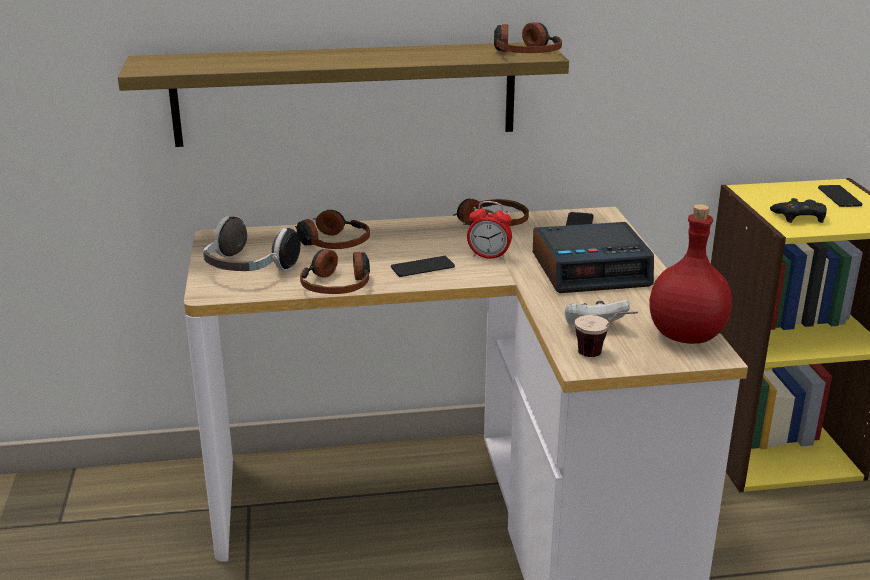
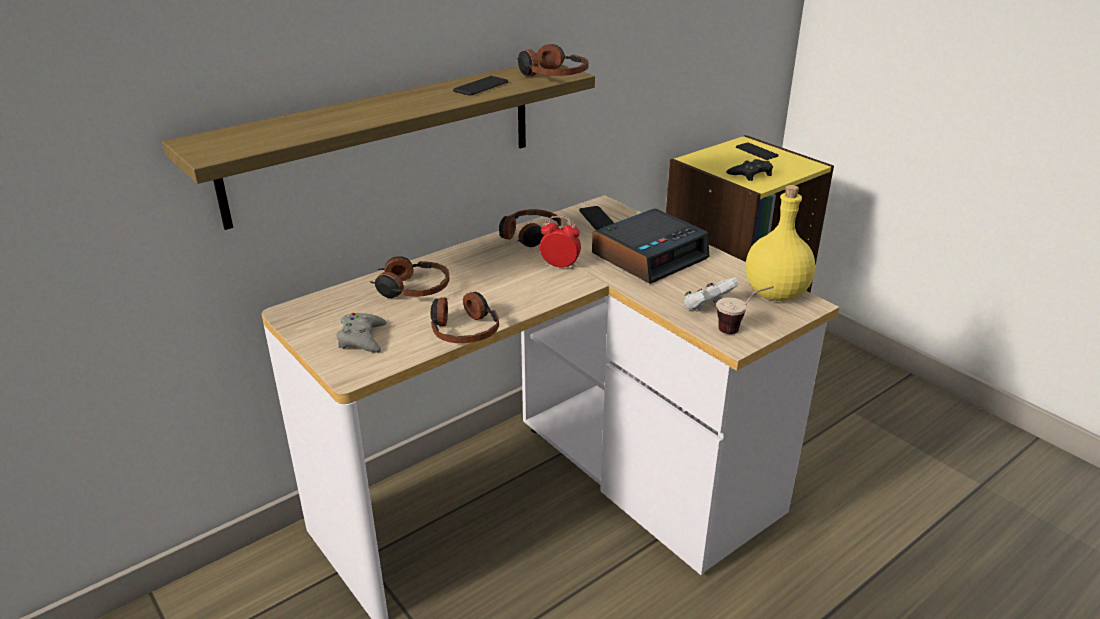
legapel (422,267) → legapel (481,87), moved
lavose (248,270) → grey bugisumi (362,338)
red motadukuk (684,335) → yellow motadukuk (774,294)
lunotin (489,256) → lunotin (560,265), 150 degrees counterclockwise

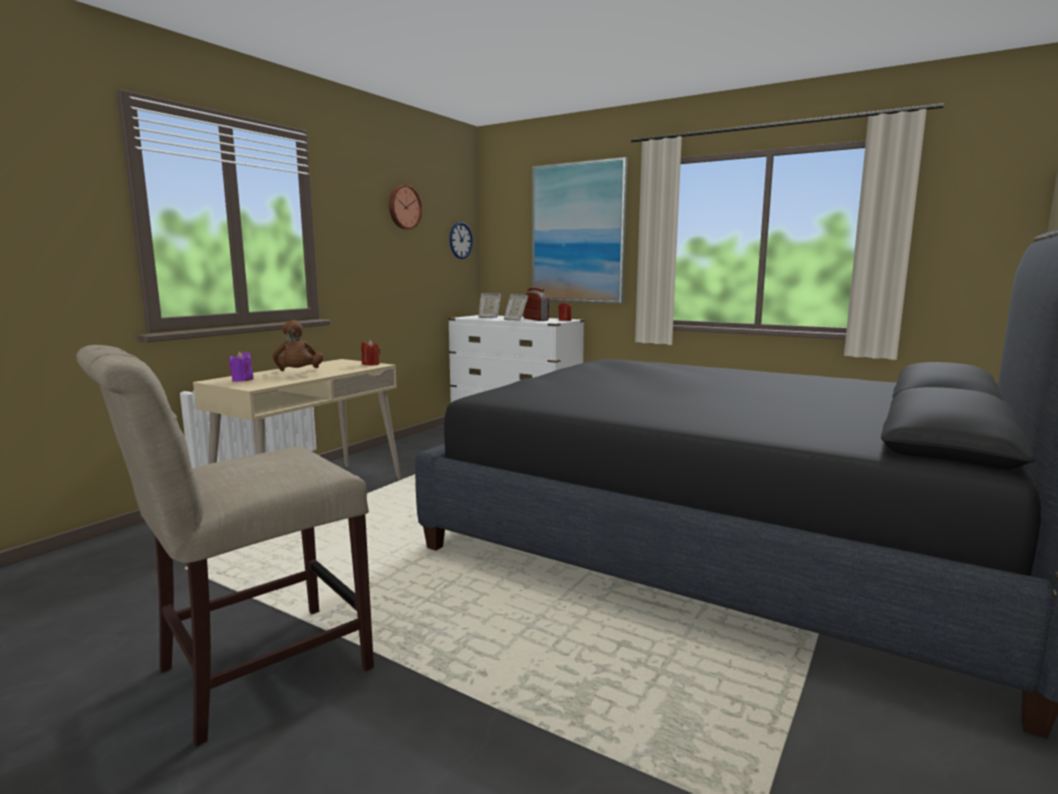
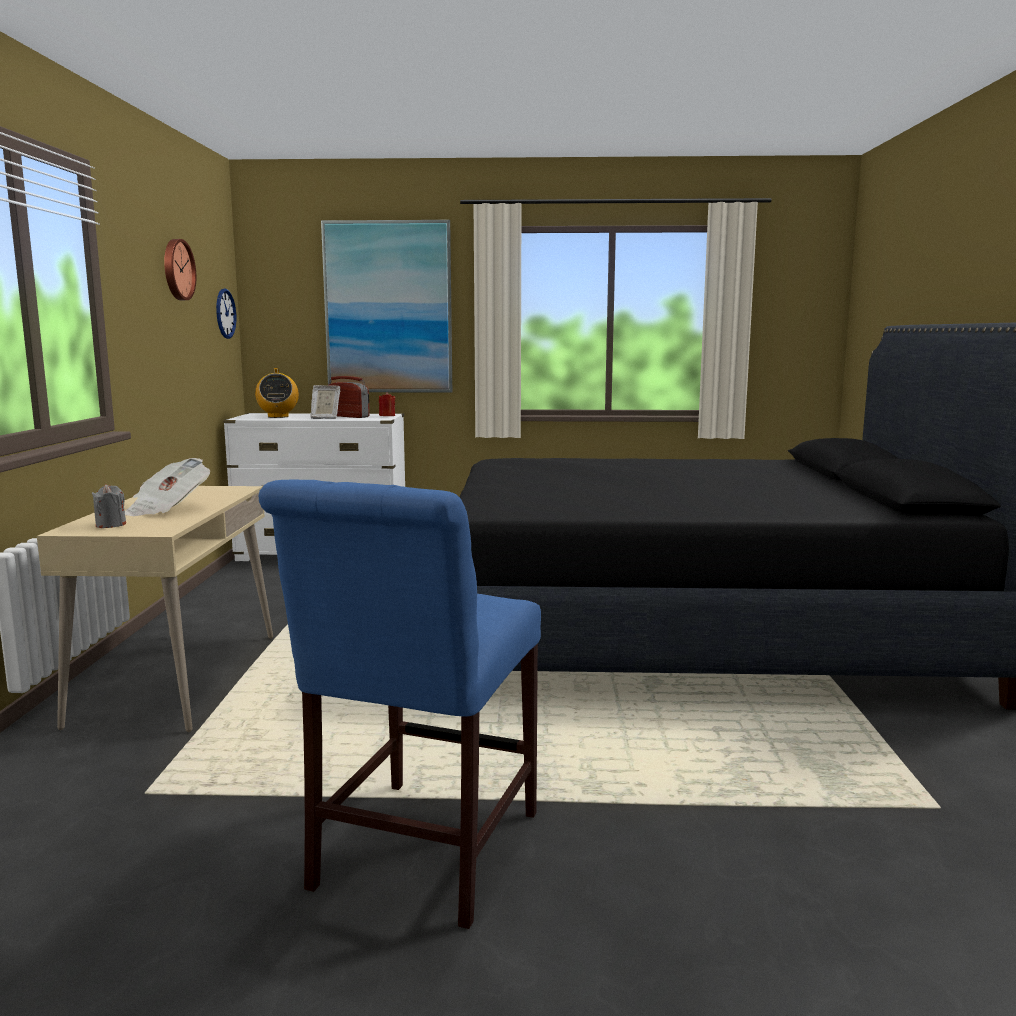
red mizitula (371,364) → -
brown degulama (299,374) → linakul (168,509)
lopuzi (489,317) → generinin (278,416)
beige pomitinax (252,672) → blue pomitinax (419,856)
purple mizitula (242,380) → grey mizitula (111,525)

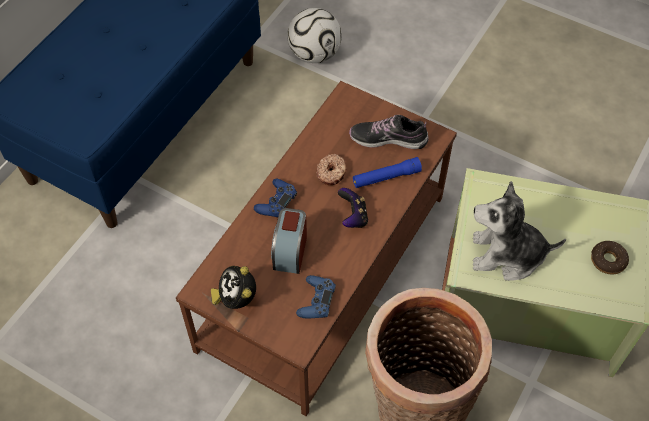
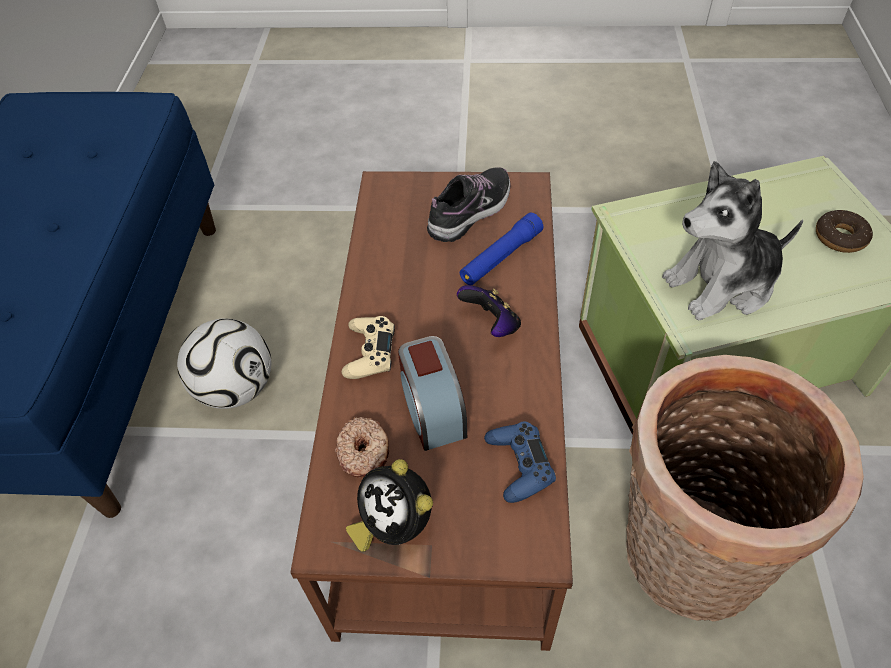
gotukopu (314,54) → gotukopu (236,388), moved
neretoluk (332,173) → neretoluk (364,452), moved
blue bugisumi (276,202) → beige bugisumi (370,353)
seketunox (388,139) → seketunox (471,212), 150 degrees clockwise

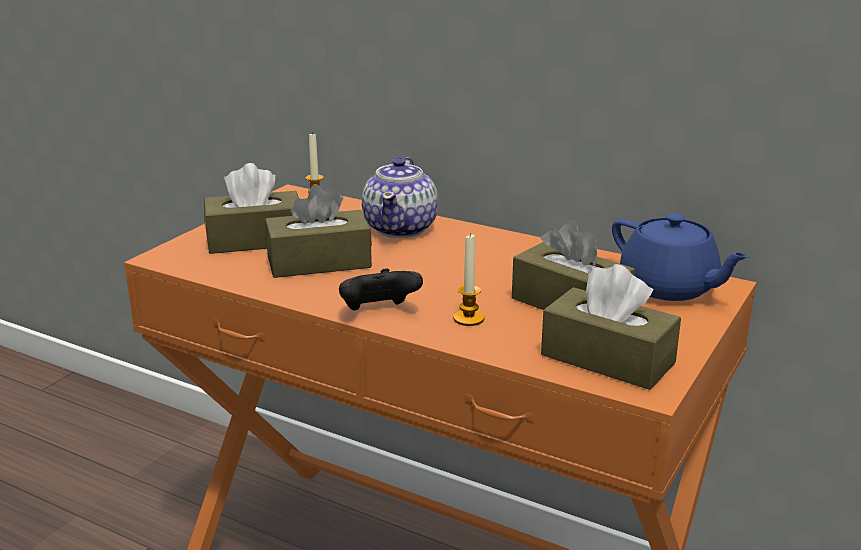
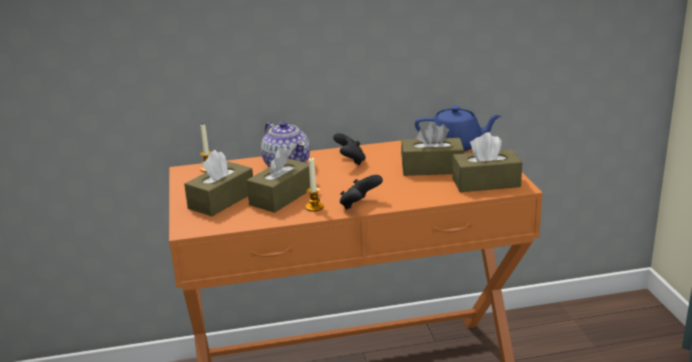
- → black bugisumi (350,161)
mizitula (468,319) → mizitula (314,207), moved

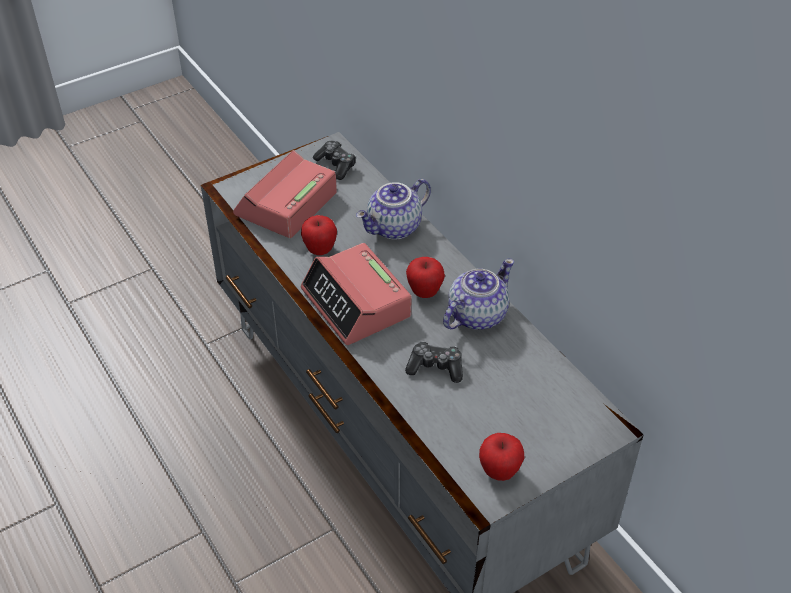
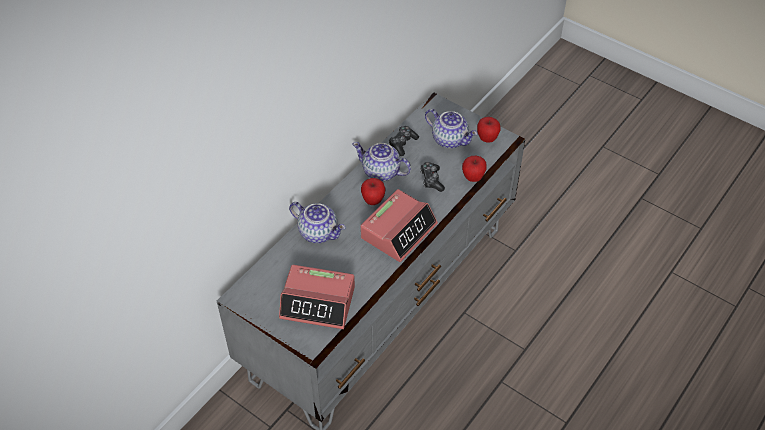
- → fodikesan (450,139)
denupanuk (320,250) → denupanuk (473,178), moved
bugisumi (336,165) → bugisumi (402,143), moved

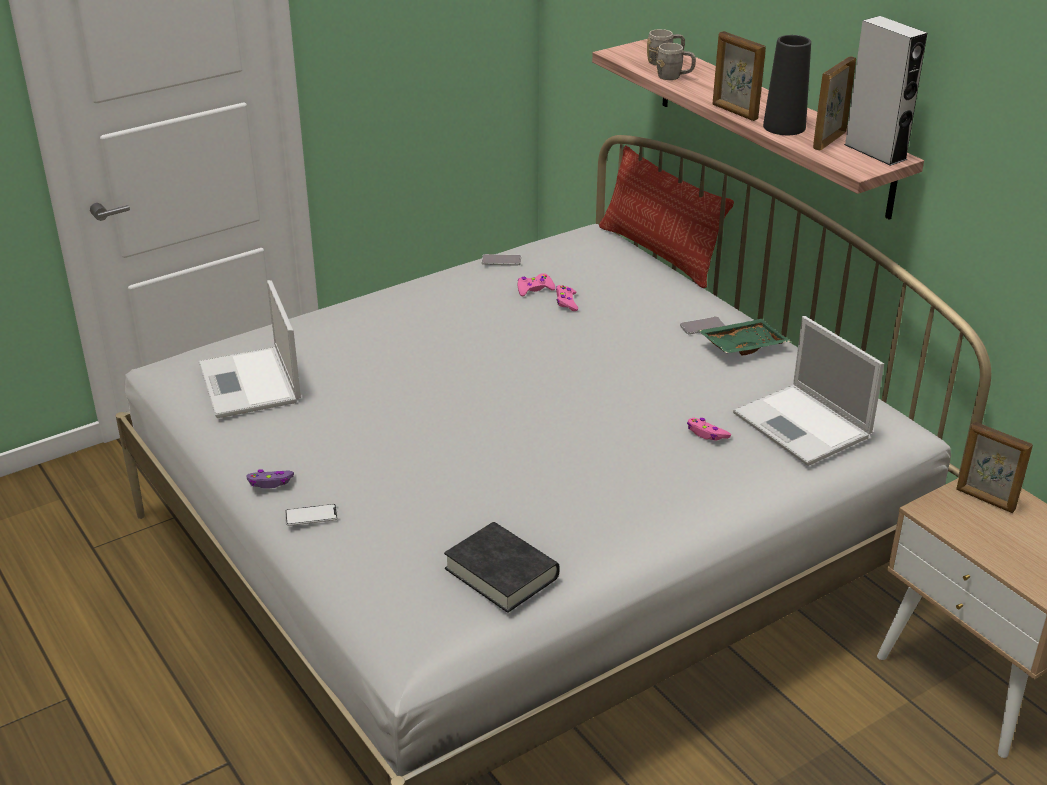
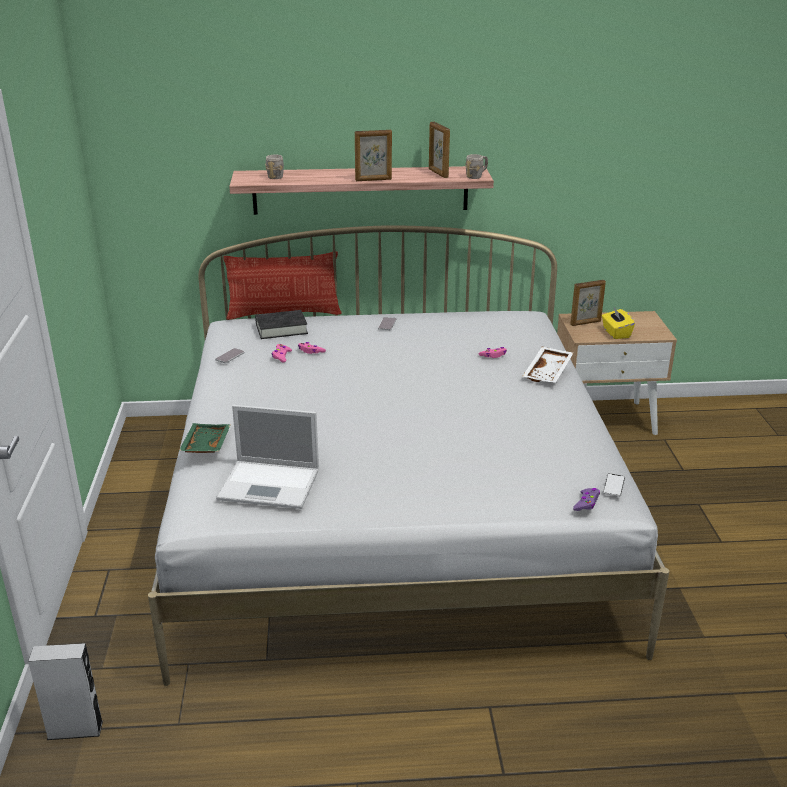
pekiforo (803,426) → -
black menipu (784,127) → -
- → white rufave (548,372)
- → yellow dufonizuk (616,333)
purple bugisumi (270,483) → purple bugisumi (586,503), moved
legapel (311,516) → legapel (613,485), moved
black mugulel (501,573) → black mugulel (281,329), moved
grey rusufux (674,77) → grey rusufux (476,176), moved
green rufave (742,345) → green rufave (205,445), moved
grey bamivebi (875,152) → grey bamivebi (75,730), moved

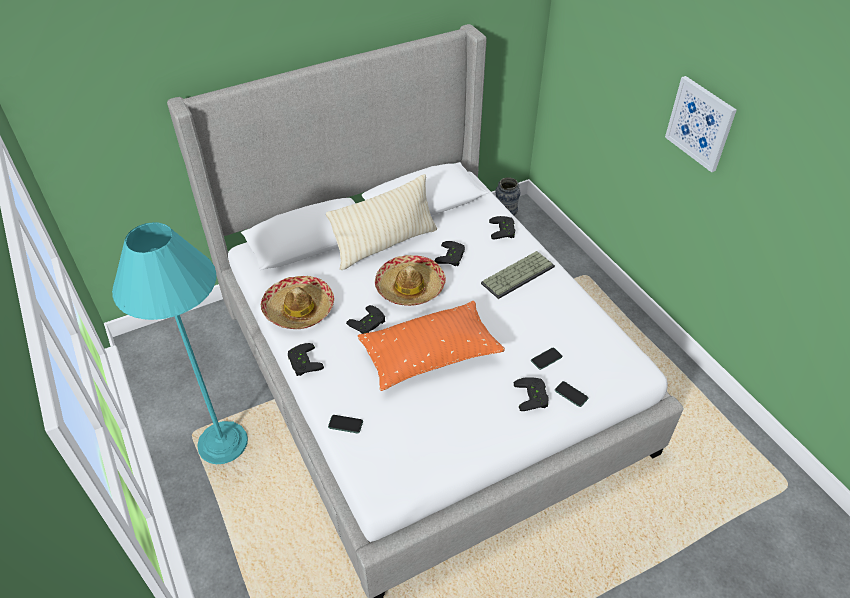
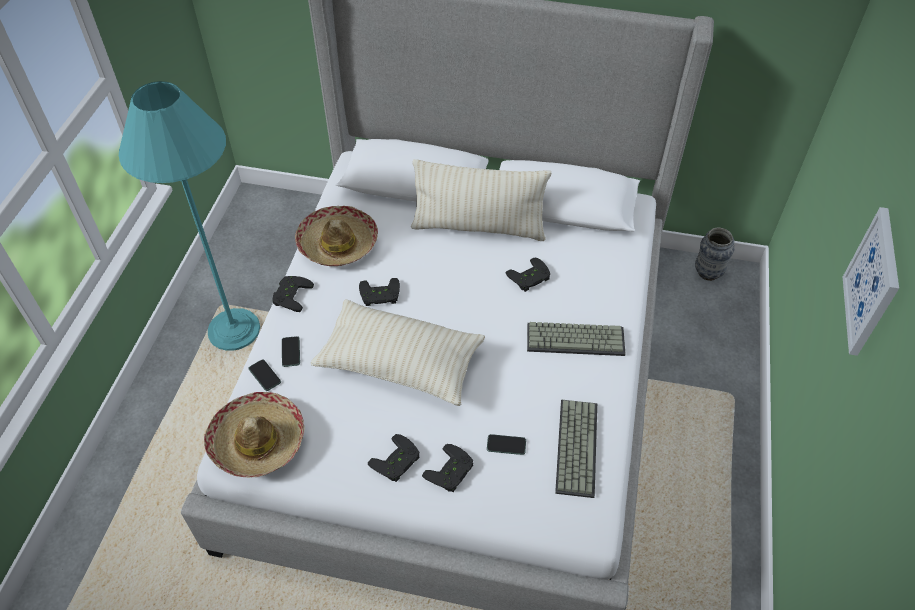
- → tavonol (575,446)
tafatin (410,287) → tafatin (258,441), moved
black bugisumi (504,230) → black bugisumi (397,462), moved
legapel (571,394) → legapel (291,352), moved
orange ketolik (430,355) → beige ketolik (400,363)

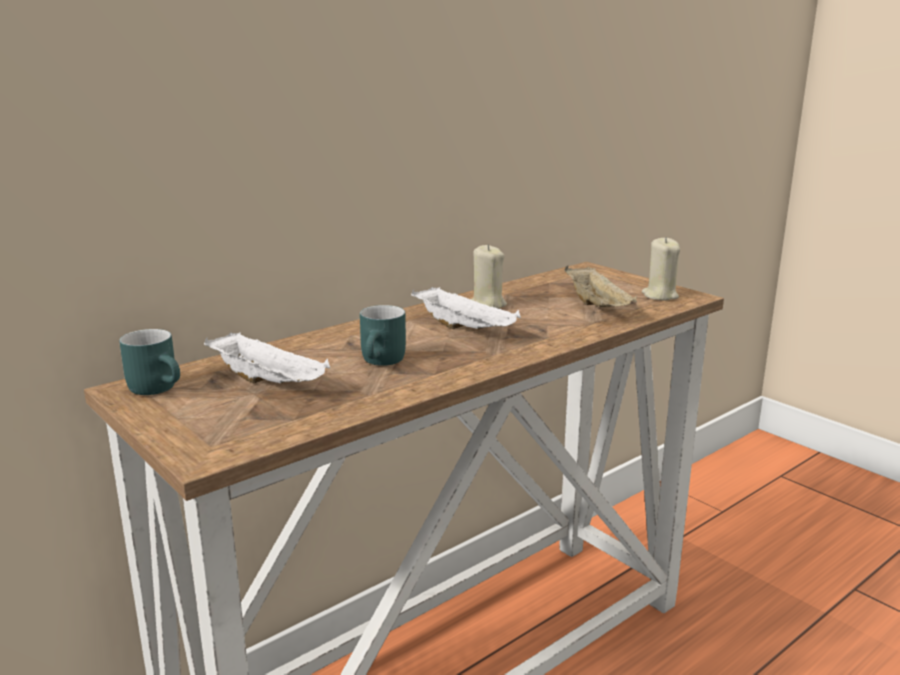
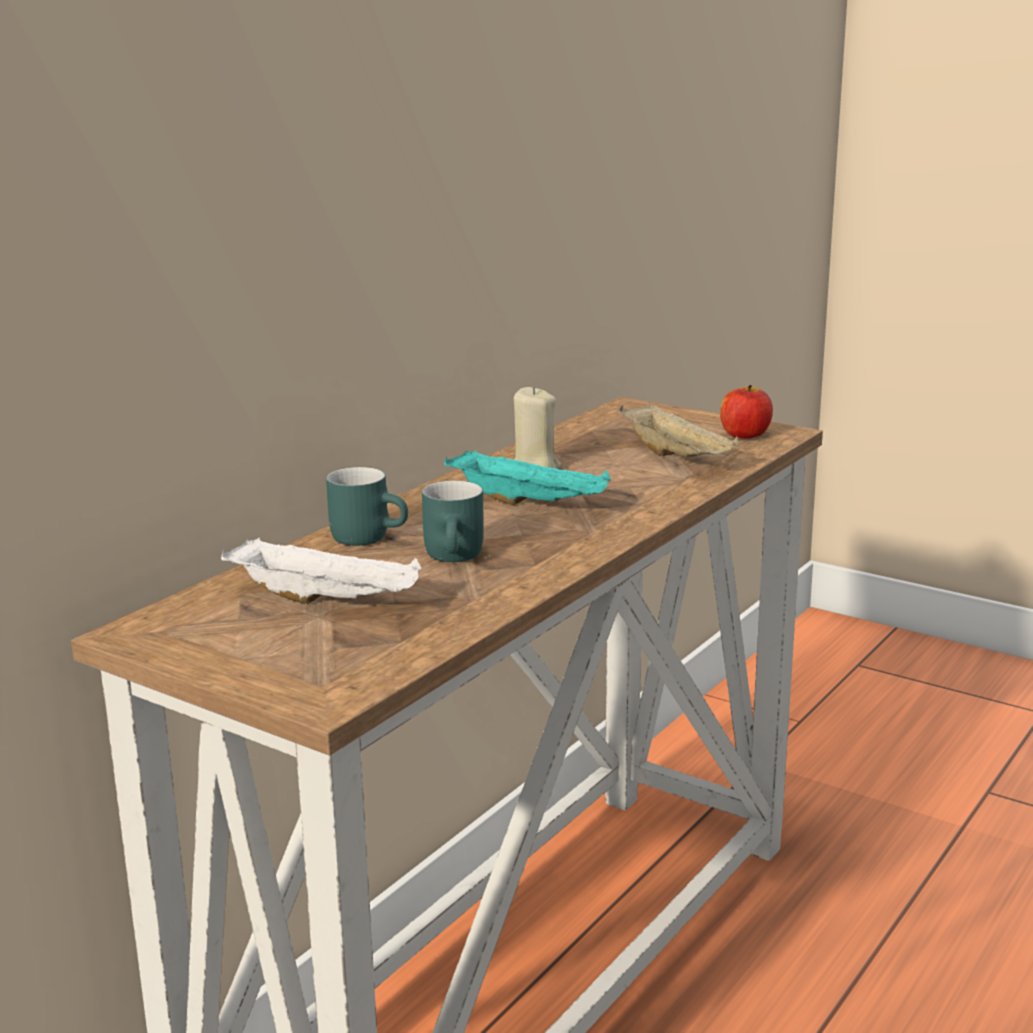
turquoise rusufux (160,388) → turquoise rusufux (370,537), moved
beige mizitula (660,295) → denupanuk (744,435)
white rufave (465,329) → turquoise rufave (530,503)

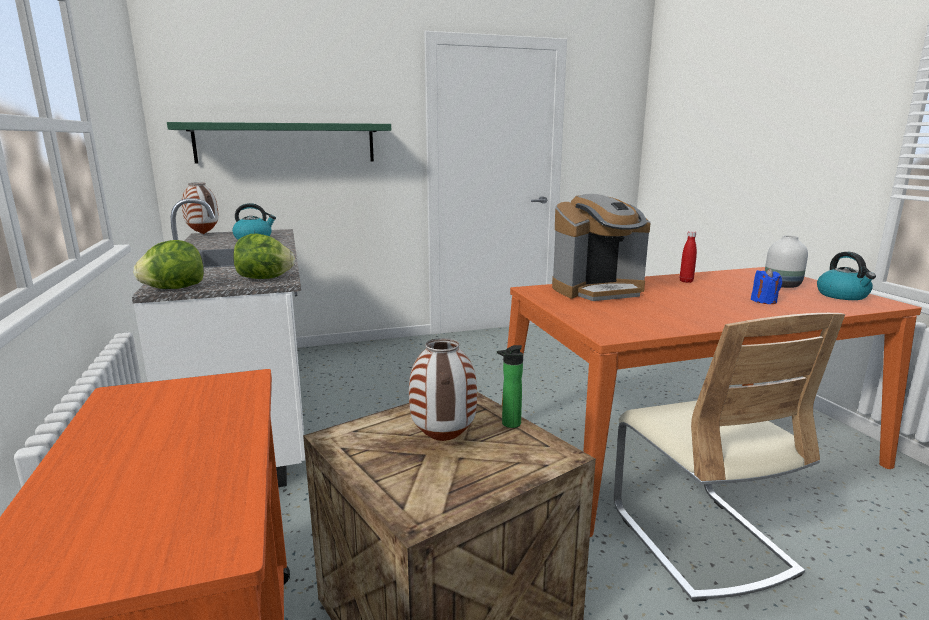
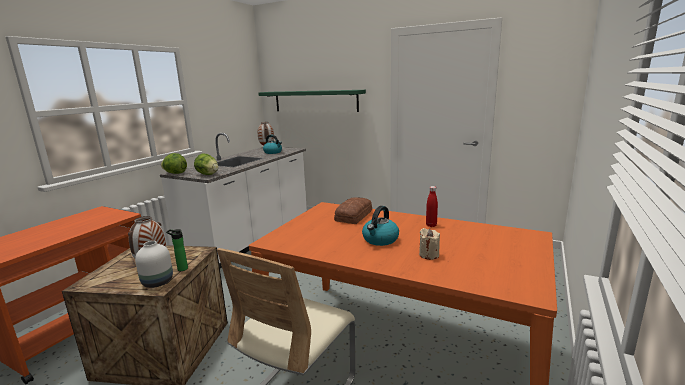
white menipu (783,285) → white menipu (158,282), moved
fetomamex (843,295) → fetomamex (380,240), moved
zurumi (598,290) → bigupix (355,216)
blue mizitula (764,301) → beige mizitula (429,255)

